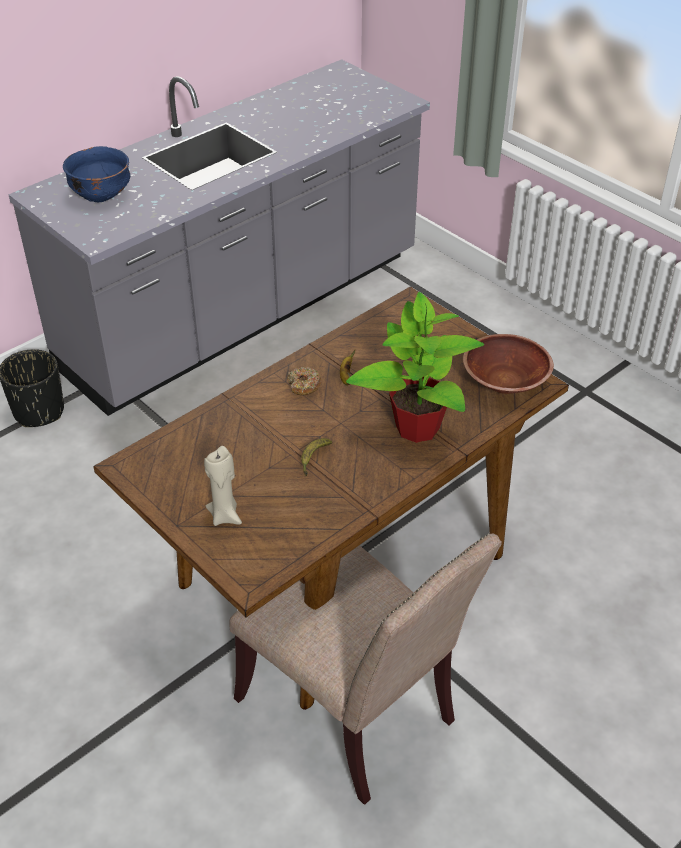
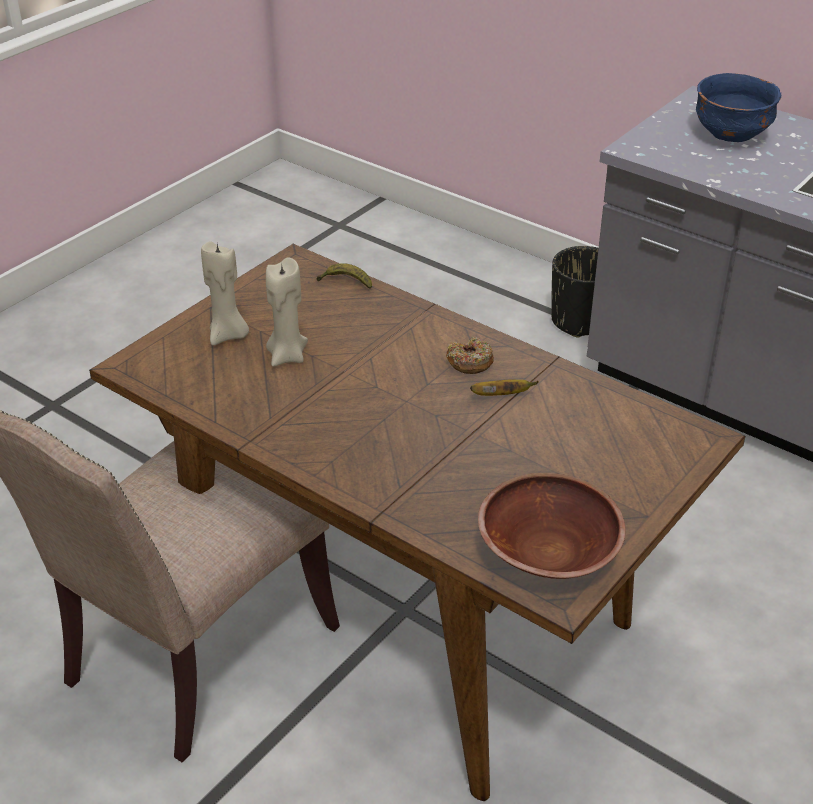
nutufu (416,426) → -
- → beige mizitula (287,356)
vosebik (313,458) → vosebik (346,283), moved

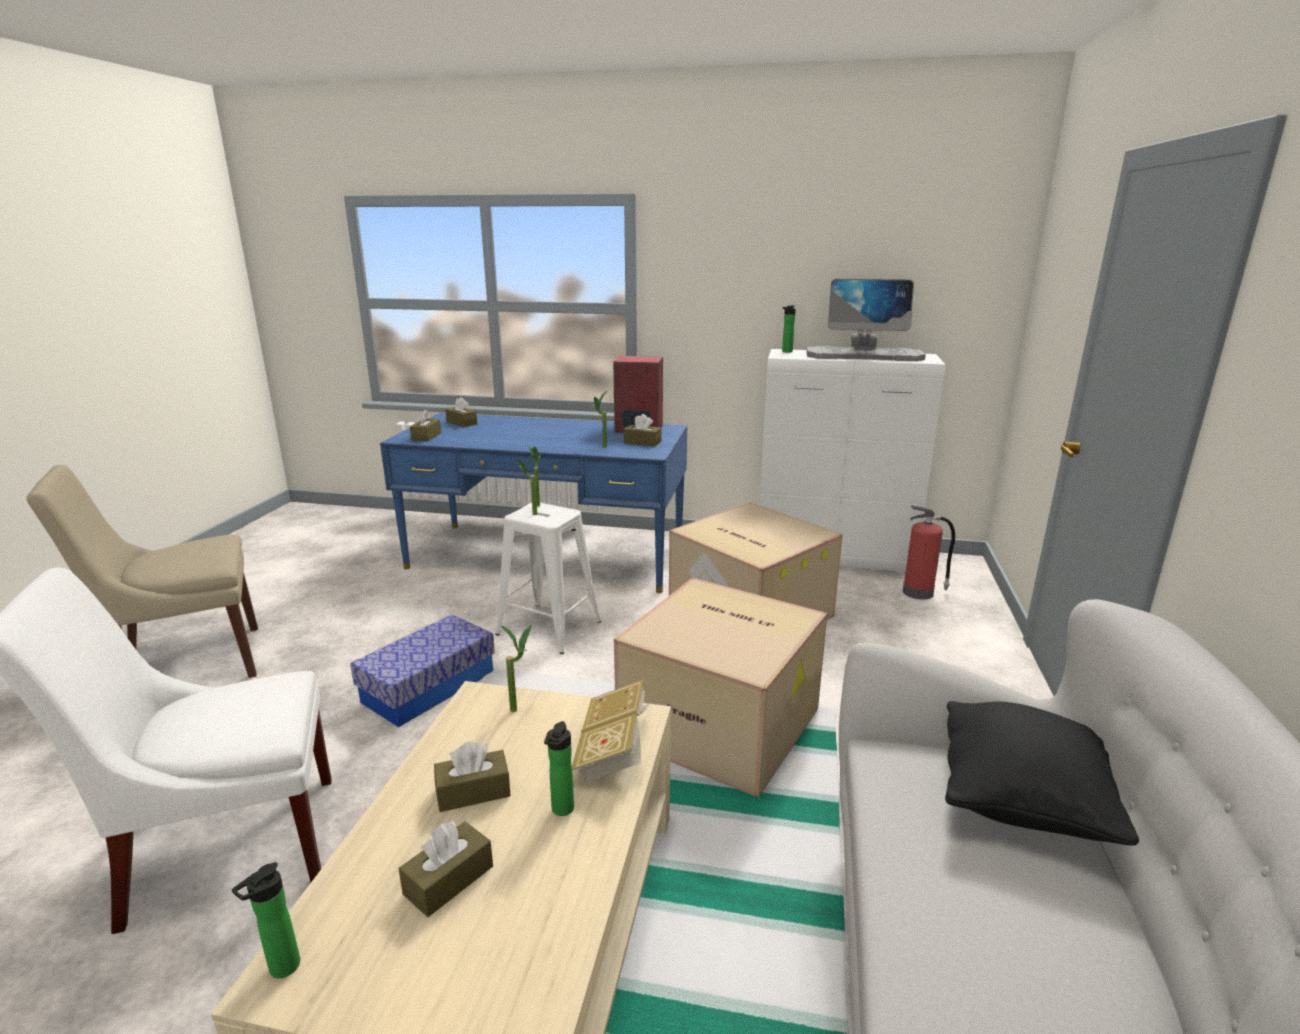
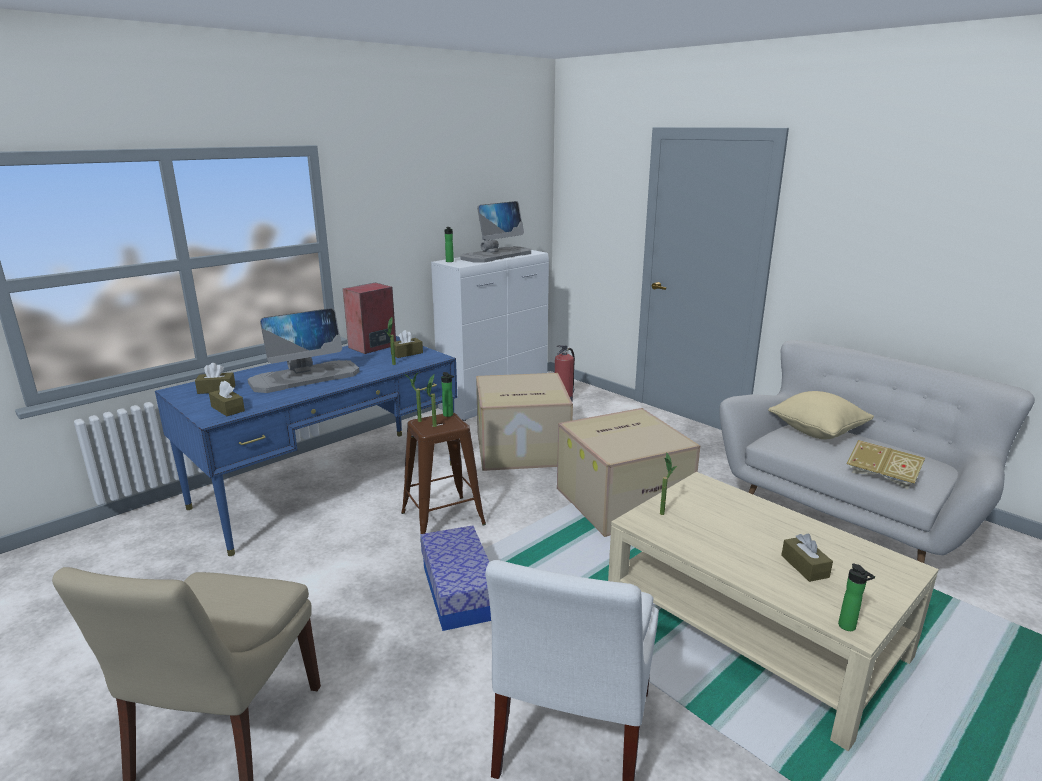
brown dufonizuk (473,792) → -
- → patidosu (305,377)
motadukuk (561,811) → motadukuk (449,415), moved
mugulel (613,750) → mugulel (882,477), moved
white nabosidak (549,628) → brown nabosidak (443,518)
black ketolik (1022,801) → beige ketolik (817,432)

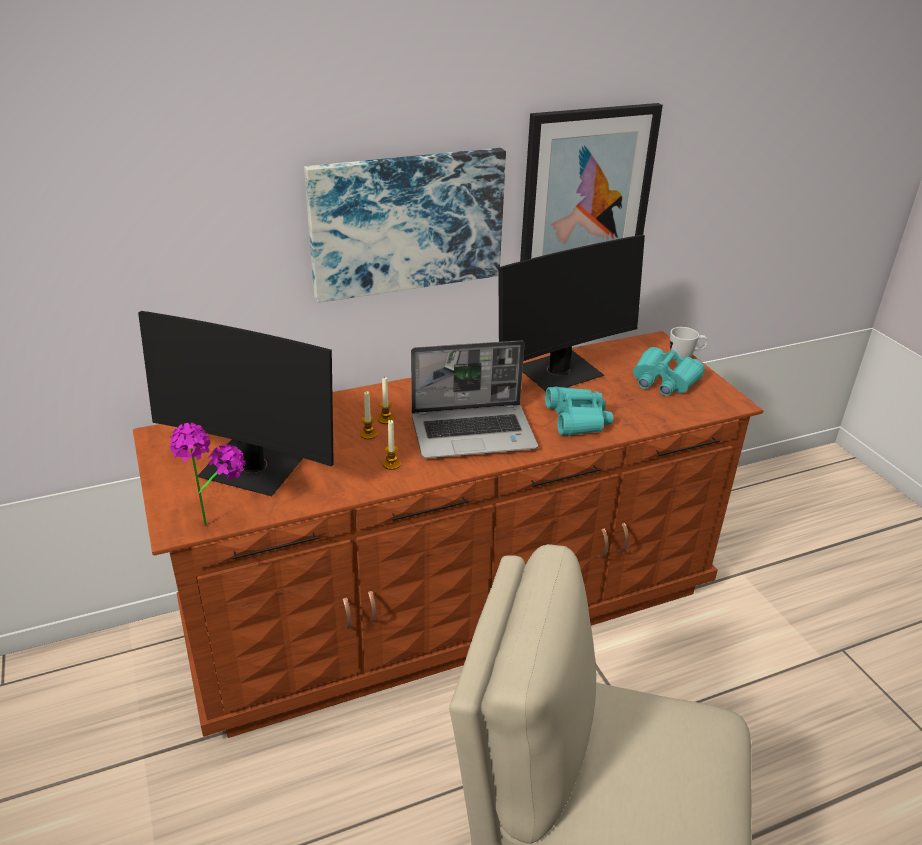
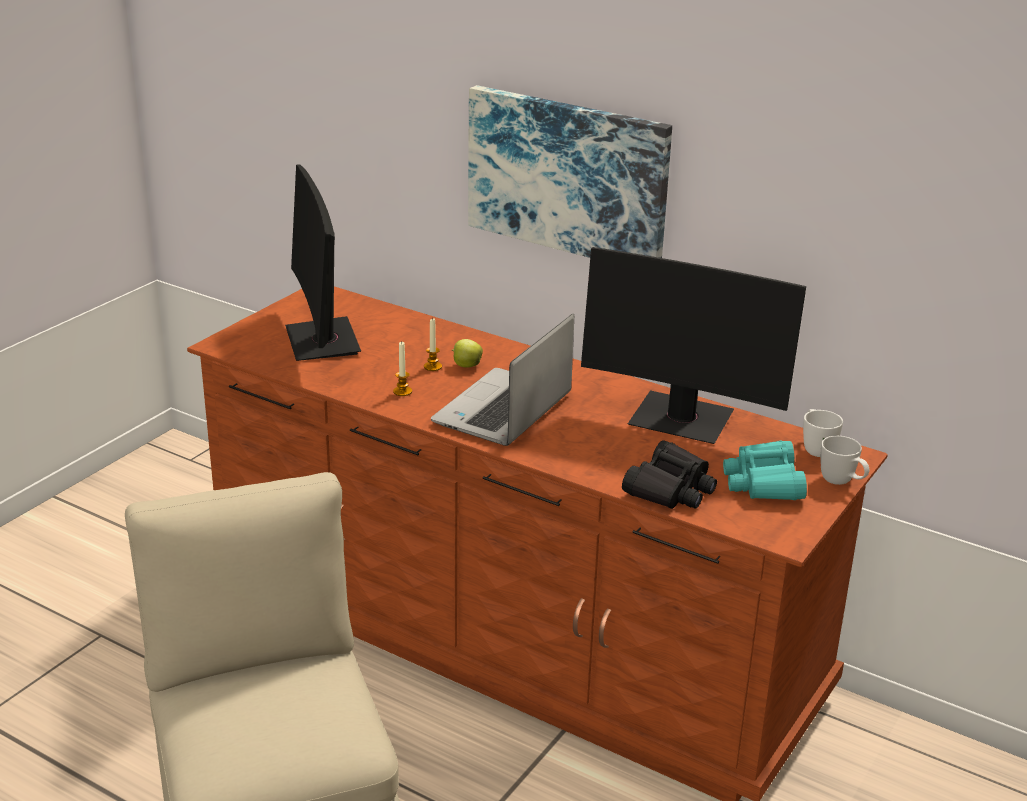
nutufu (213,516) → -
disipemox (586,195) → -
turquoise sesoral (577,419) → -
- → black sesoral (670,489)
- → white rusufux (815,448)
mizitula (386,419) → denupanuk (466,366)
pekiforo (474,432) → pekiforo (503,411), 75 degrees clockwise

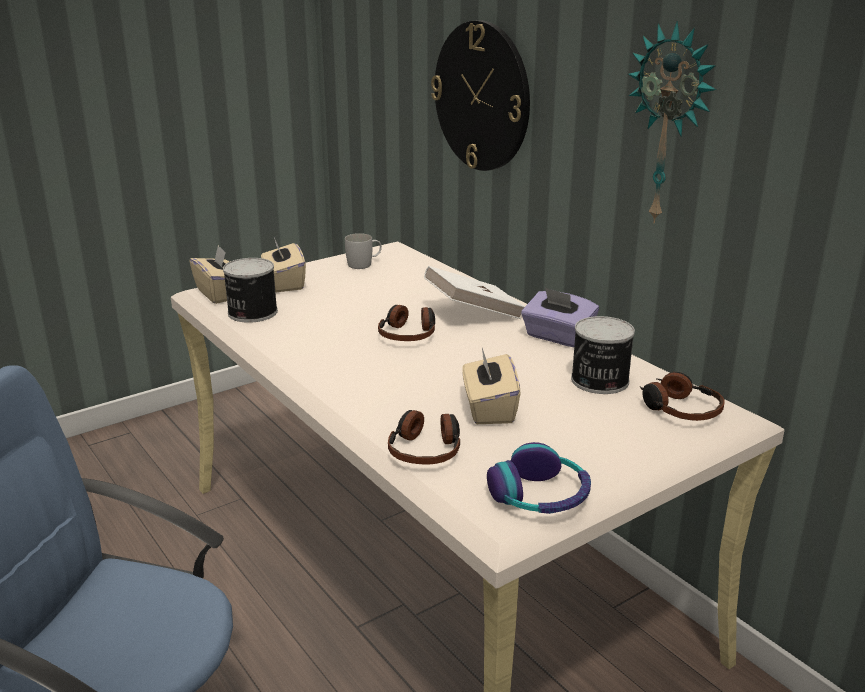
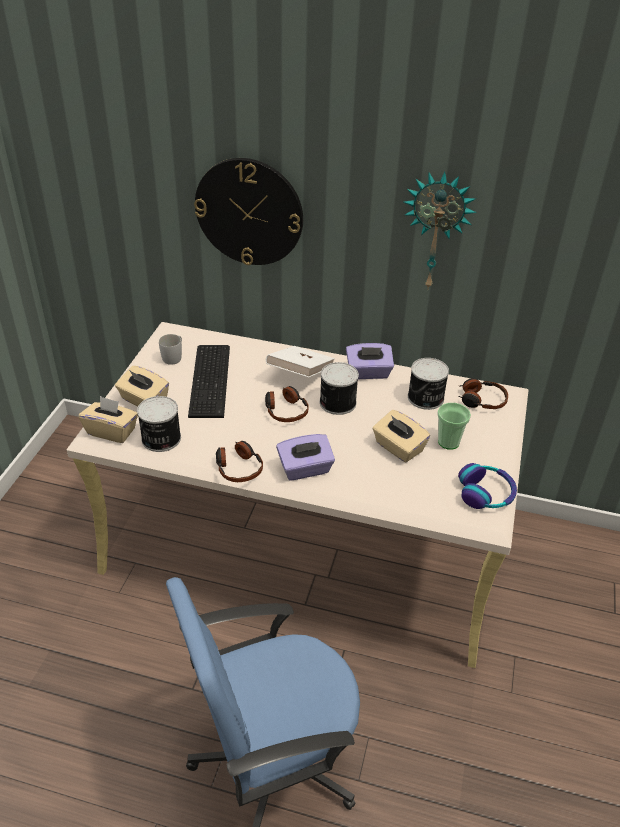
- → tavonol (212,379)
- → purple dufonizuk (305,469)
- → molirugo (336,402)
- → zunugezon (448,442)
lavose (426,449) → lavose (238,467), moved

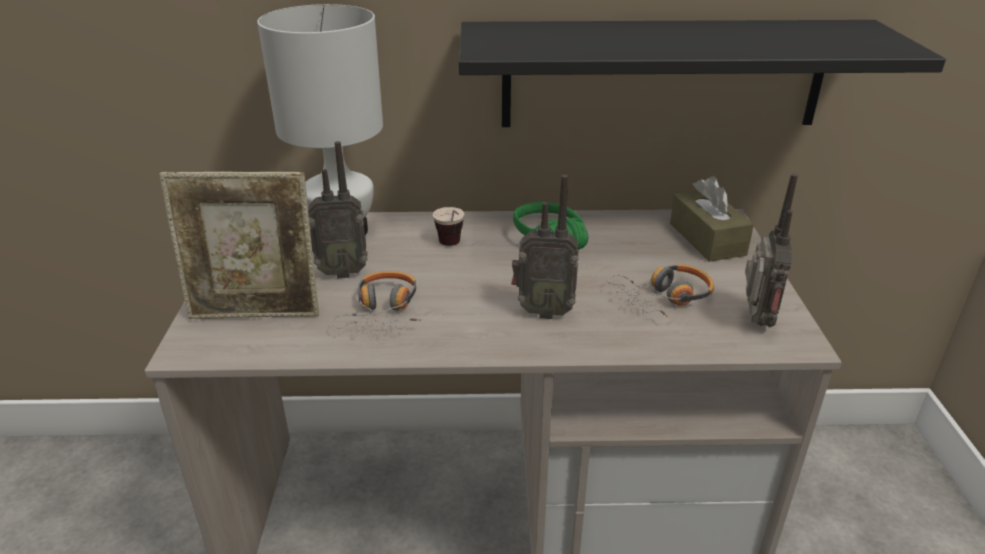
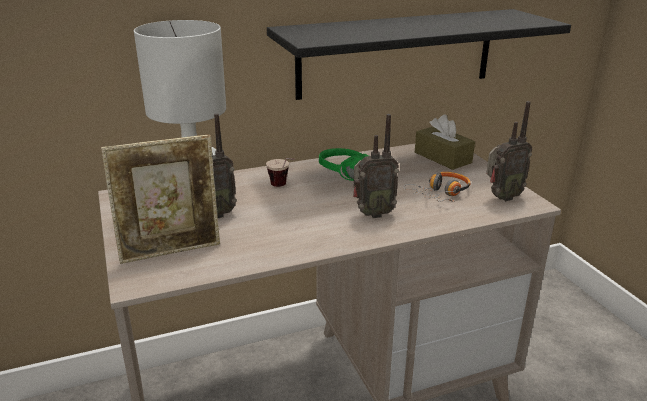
lavose (383,311) → -
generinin (755,322) → generinin (501,197), 75 degrees clockwise

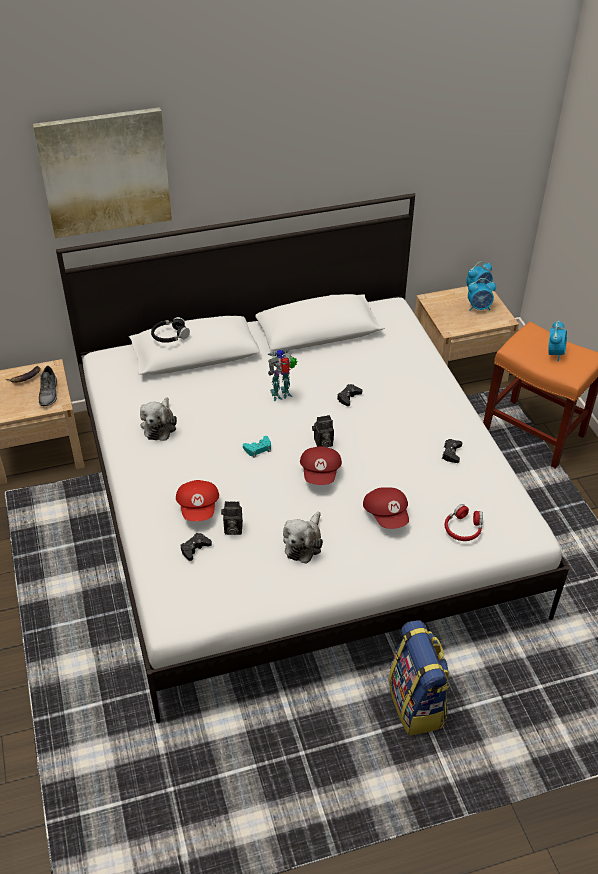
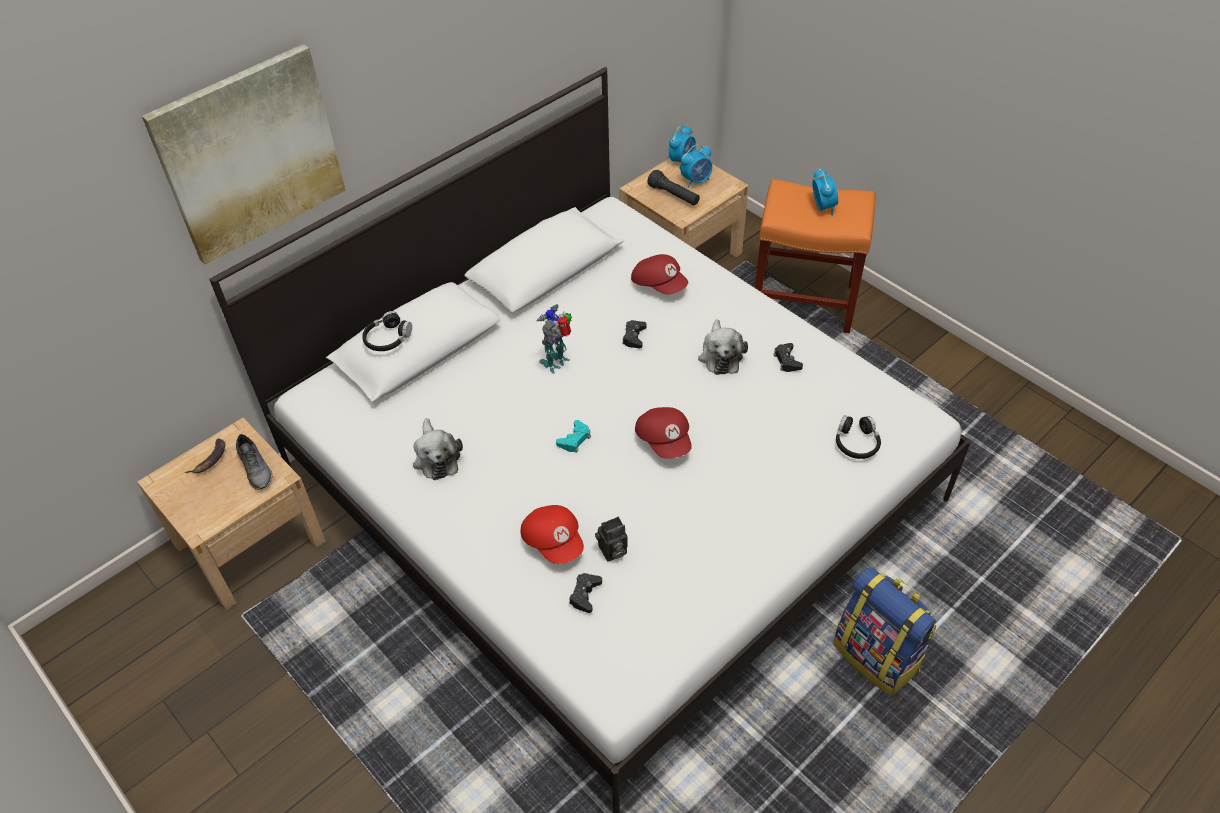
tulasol (322,443) → -
- → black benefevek (674,196)
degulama (304,543) → degulama (720,355), moved
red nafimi (387,515) → red nafimi (659,284), moved
red lavose (463,528) → black lavose (856,443)

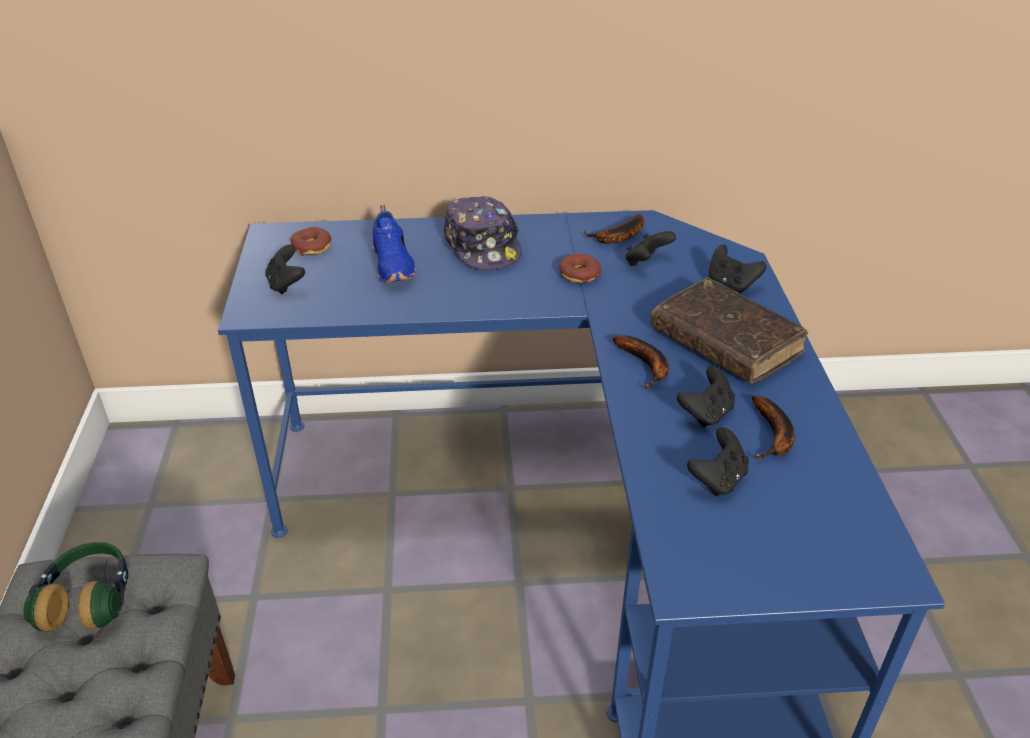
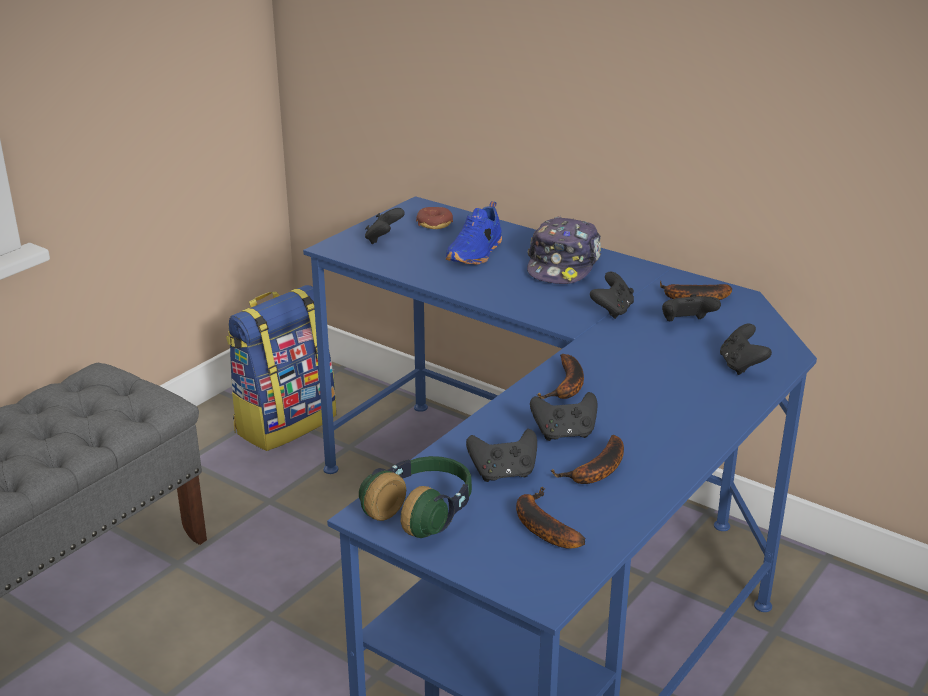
brown mugulel (725,342) → -
- → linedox (285,423)
- → vosebik (541,526)
lavose (89,599) → lavose (422,512), moved
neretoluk (579,274) → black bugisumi (612,310)

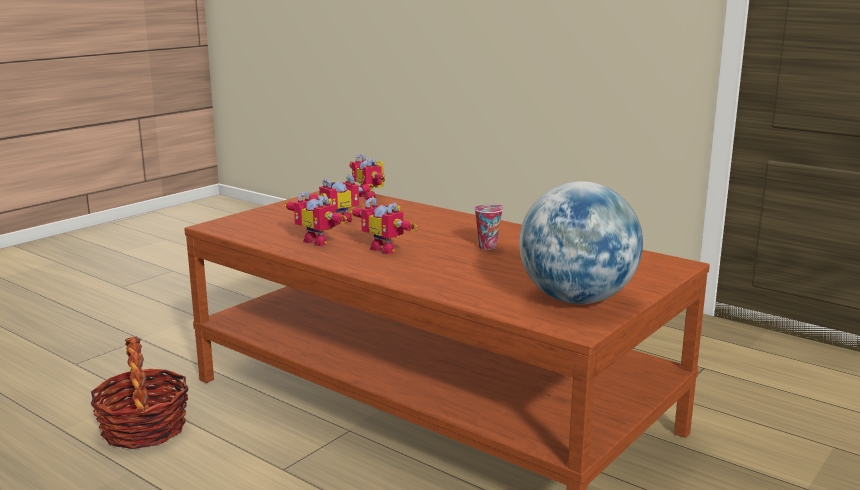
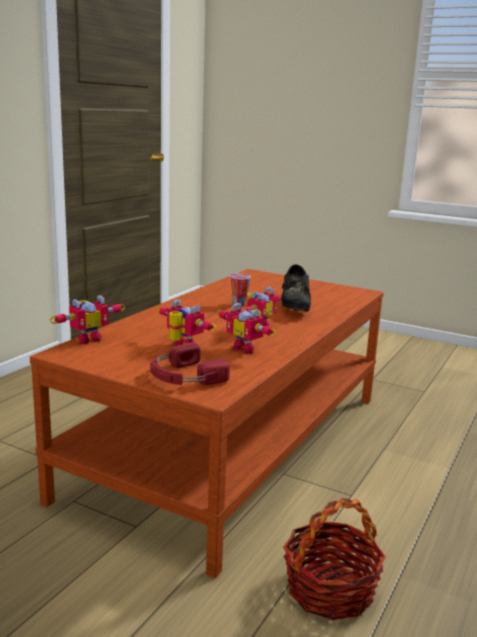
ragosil (577,300) → -
- → red lavose (184,376)
- → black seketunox (295,308)
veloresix (319,241) → veloresix (247,348), 105 degrees clockwise

